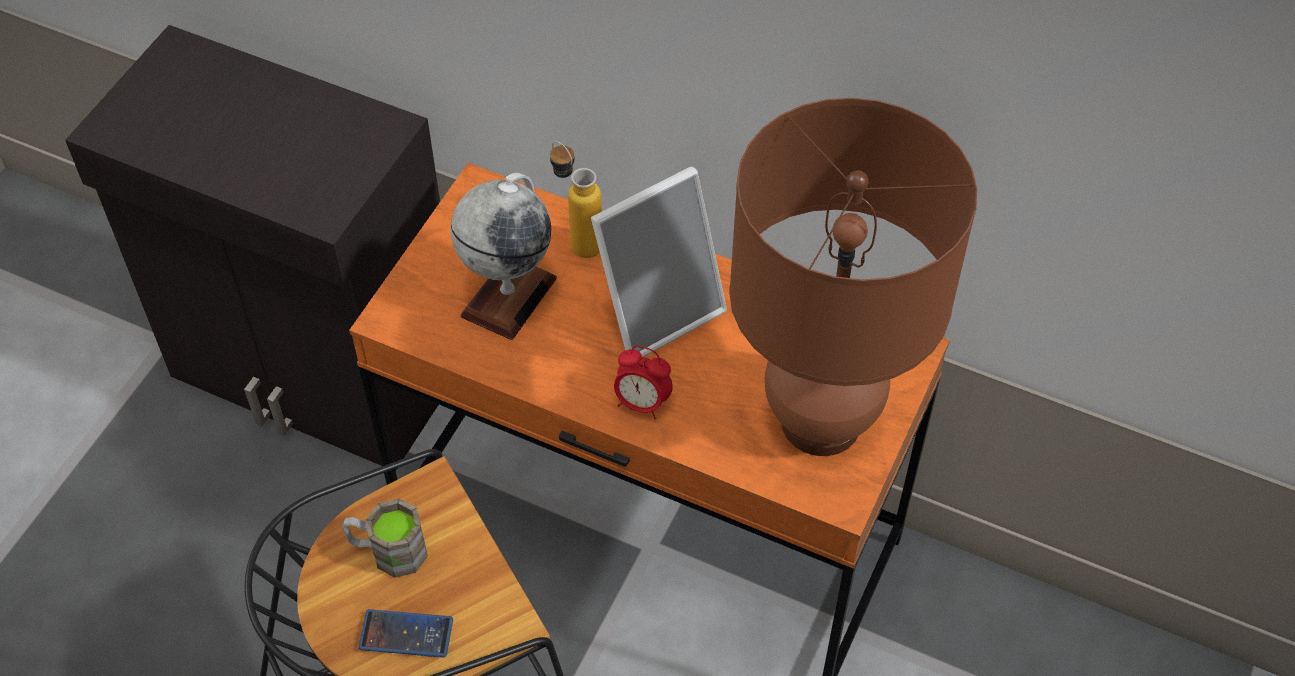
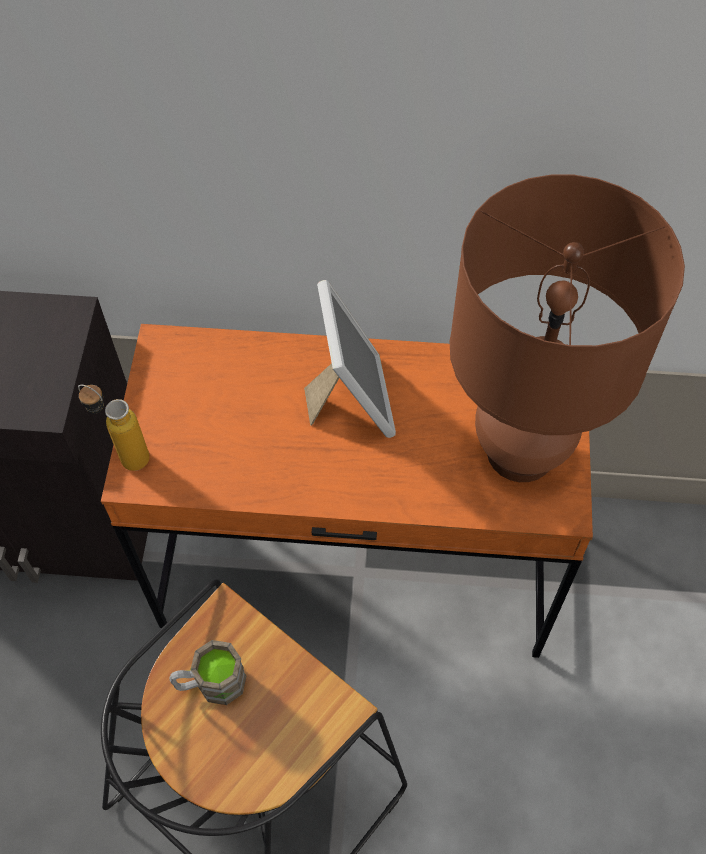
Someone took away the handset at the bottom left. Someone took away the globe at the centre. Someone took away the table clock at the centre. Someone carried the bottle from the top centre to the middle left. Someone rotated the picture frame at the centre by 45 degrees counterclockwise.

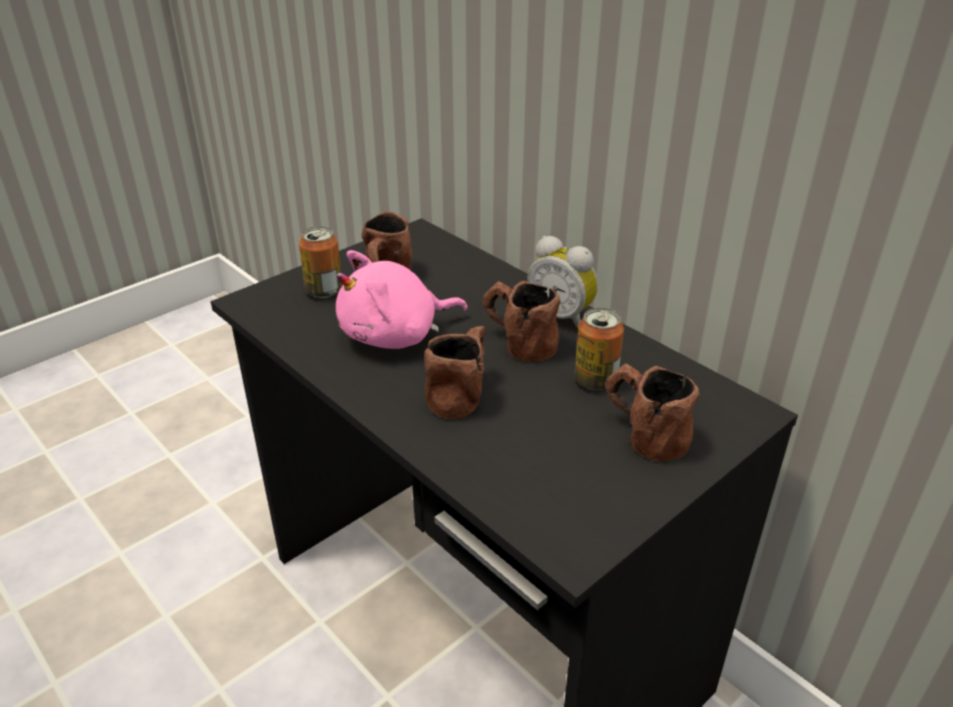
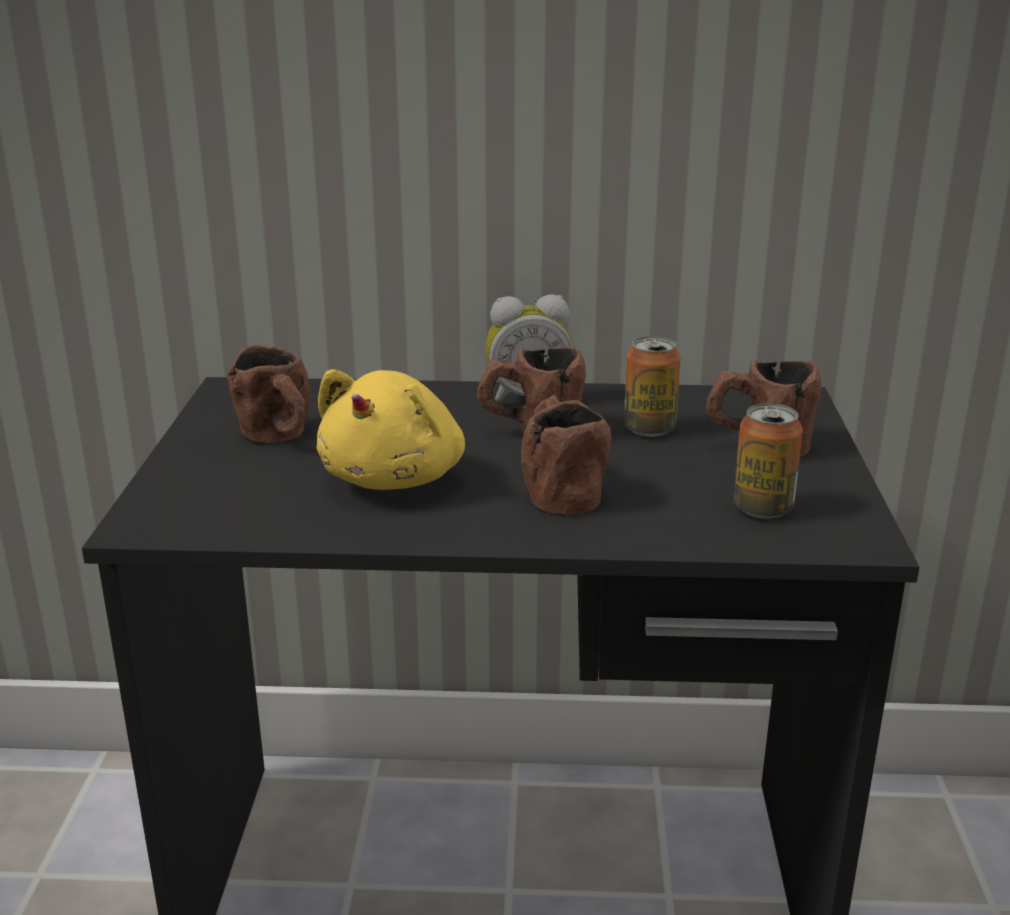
Someone carried the sealed can (no. 1 from left in the first image) from the centre to the middle right. Someone repainted the plush toy/pink-coloured at the centre, which became the plush toy/yellow at the centre.

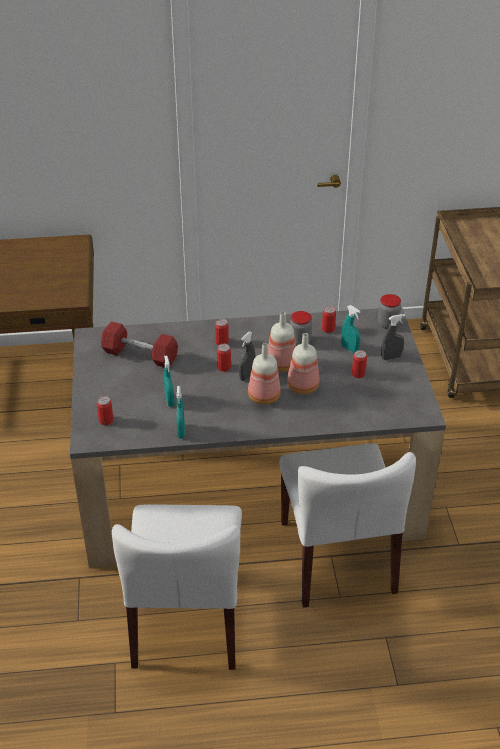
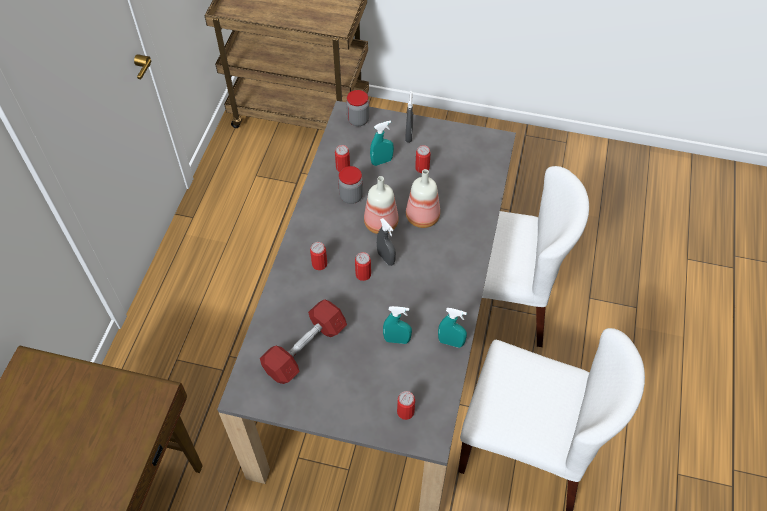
Someone took away the bottle (no. 1 from left) at the centre.

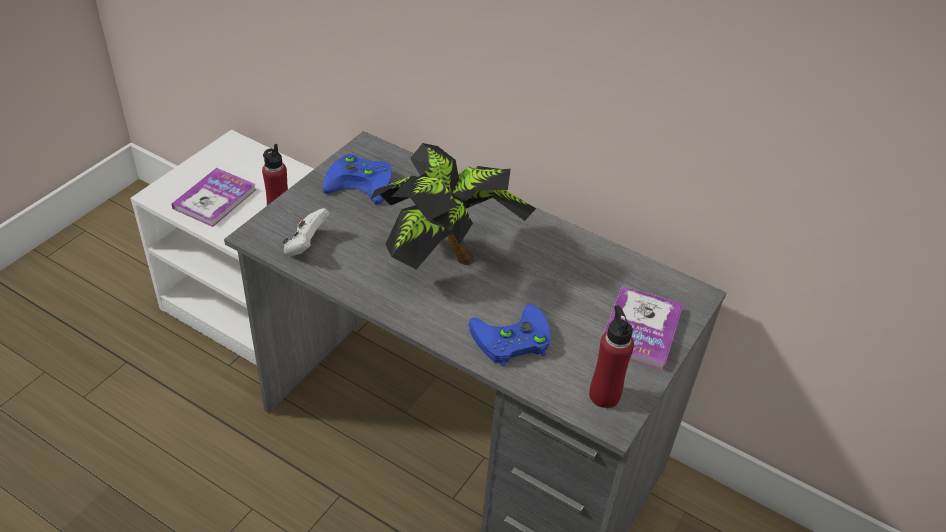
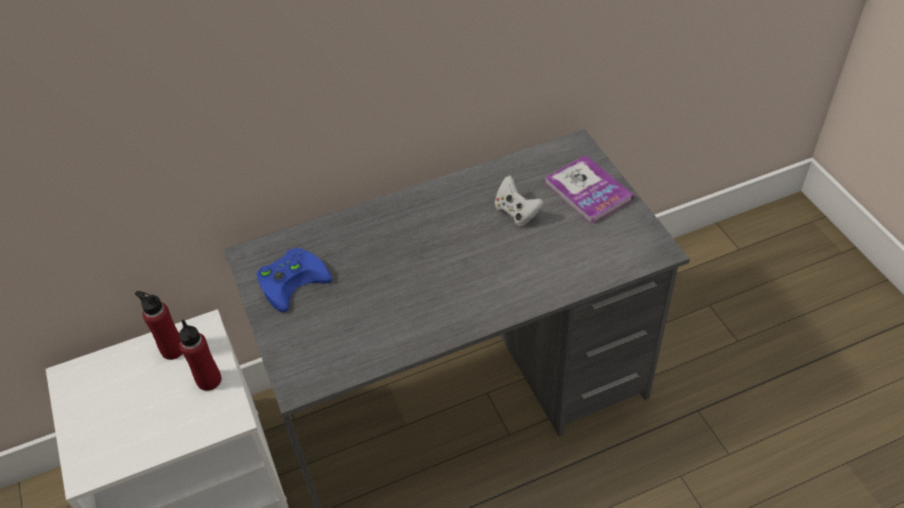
Someone took away the volume (no. 1 from left) at the middle left. Someone took away the plant in a pot at the centre. Someone took away the game controller/blue-coloured (no. 2 from left) at the centre. Someone carried the game controller/white from the middle left to the centre. Someone carried the bottle/reddish (no. 2 from left in the first image) from the bottom centre to the middle left.

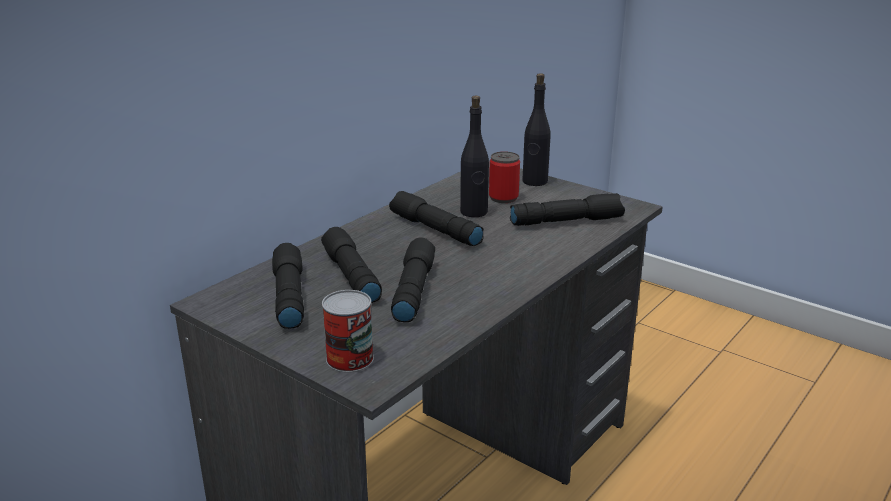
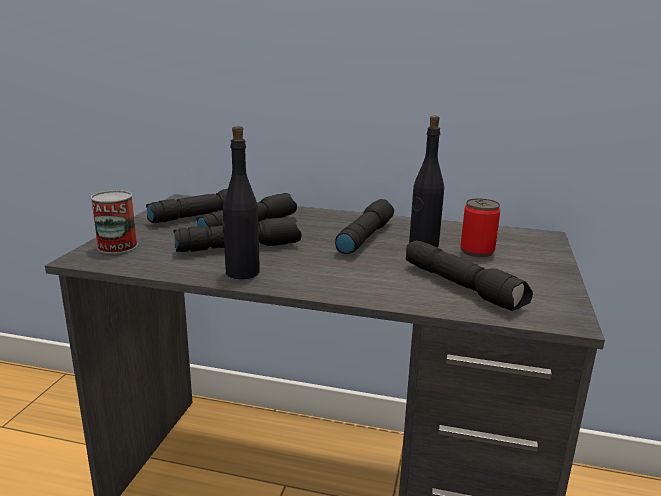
Someone carried the bottle/black (no. 2 from left in the first image) from the top centre to the centre.

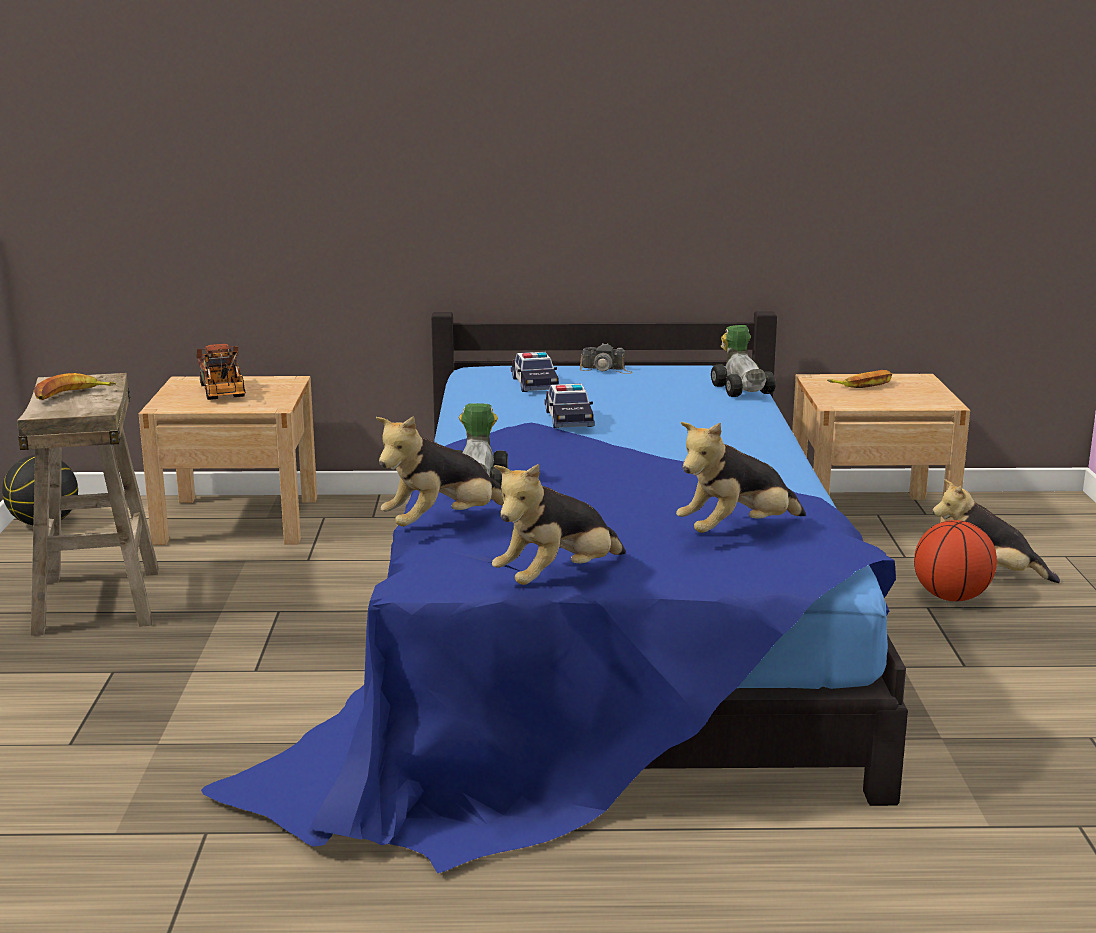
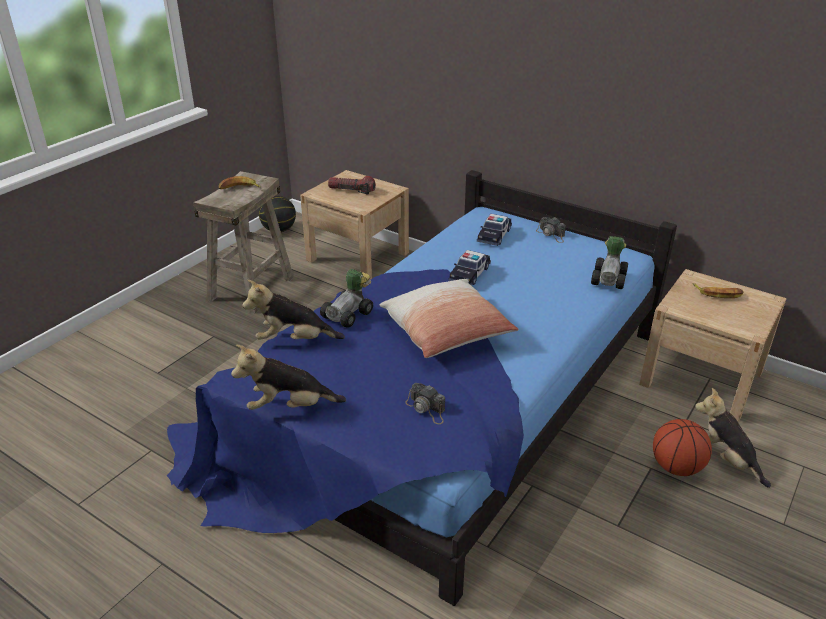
Someone put down the cushion at the centre. Someone swapped the toy truck at the middle left for the hand torch at the top centre. Someone swapped the plush toy (no. 3 from left) at the middle right for the still camera (no. 1 from left) at the centre.

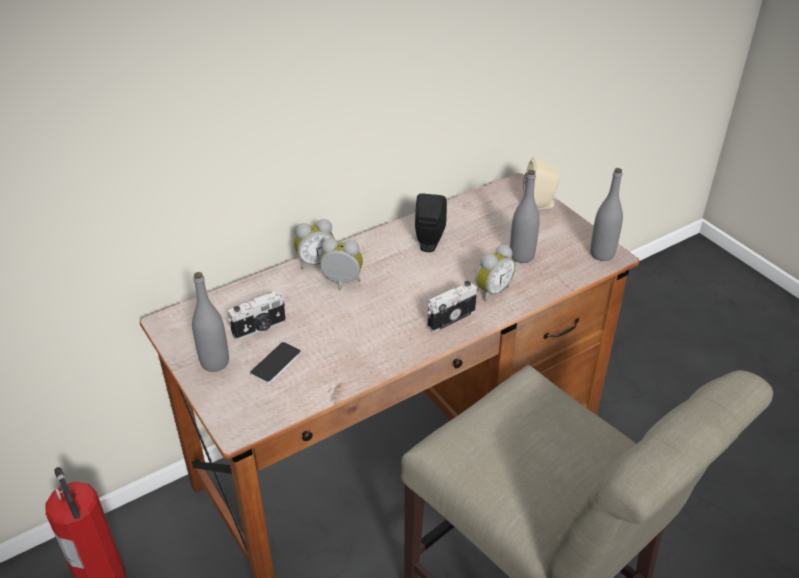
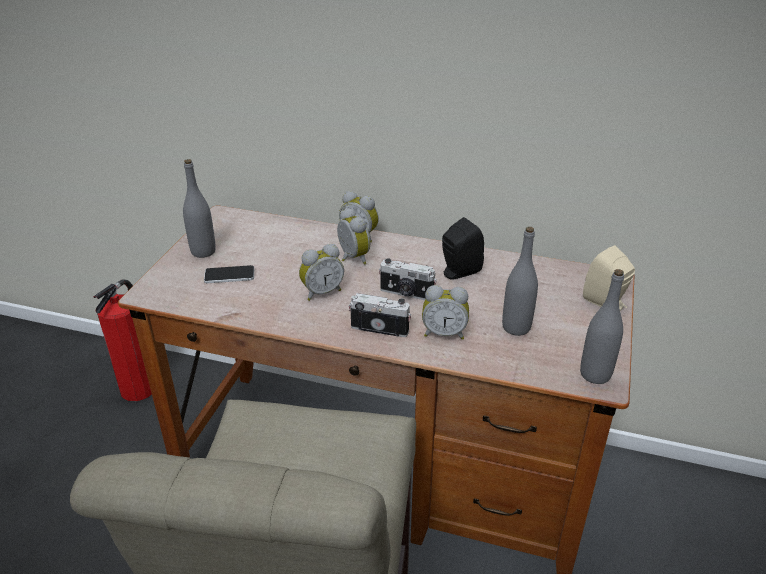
Someone put down the table clock (no. 1 from left) at the centre. Someone carried the still camera (no. 1 from left in the first image) from the middle left to the centre.

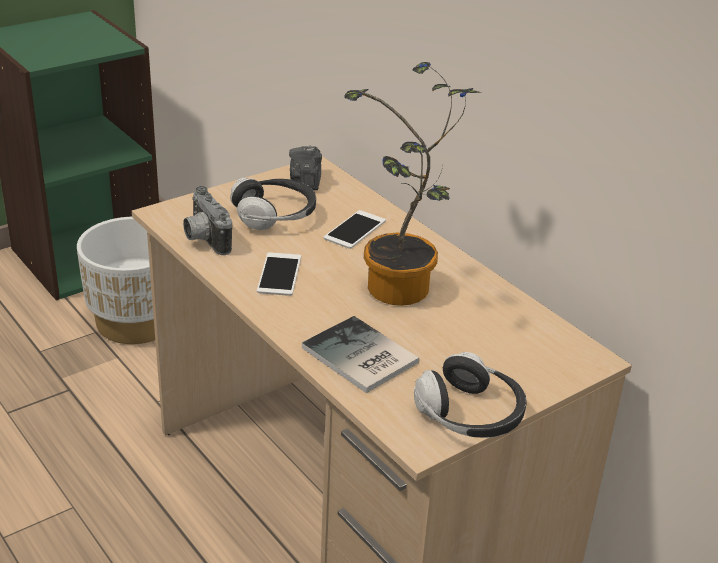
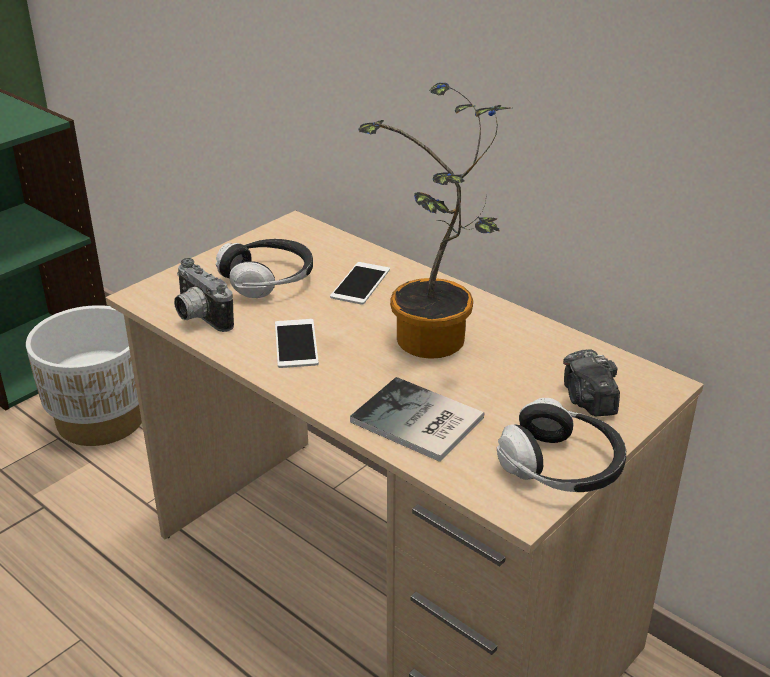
Someone carried the still camera (no. 2 from left) from the top centre to the middle right.

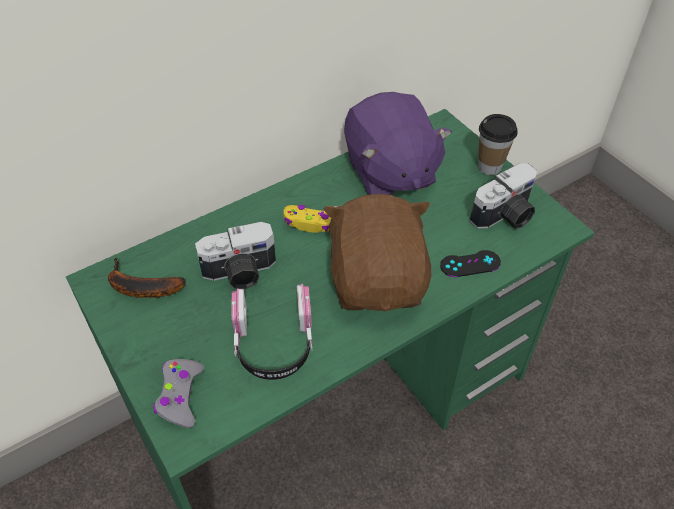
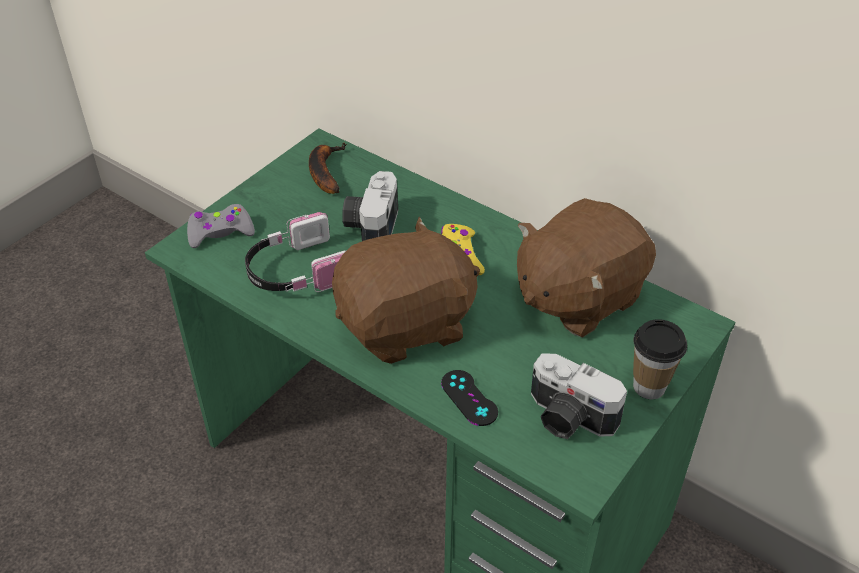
Someone repainted the plush toy/purple at the top centre, which became the plush toy/brown (no. 2 from left) at the middle right. Someone rotated the still camera (no. 1 from left) at the centre by 45 degrees clockwise.

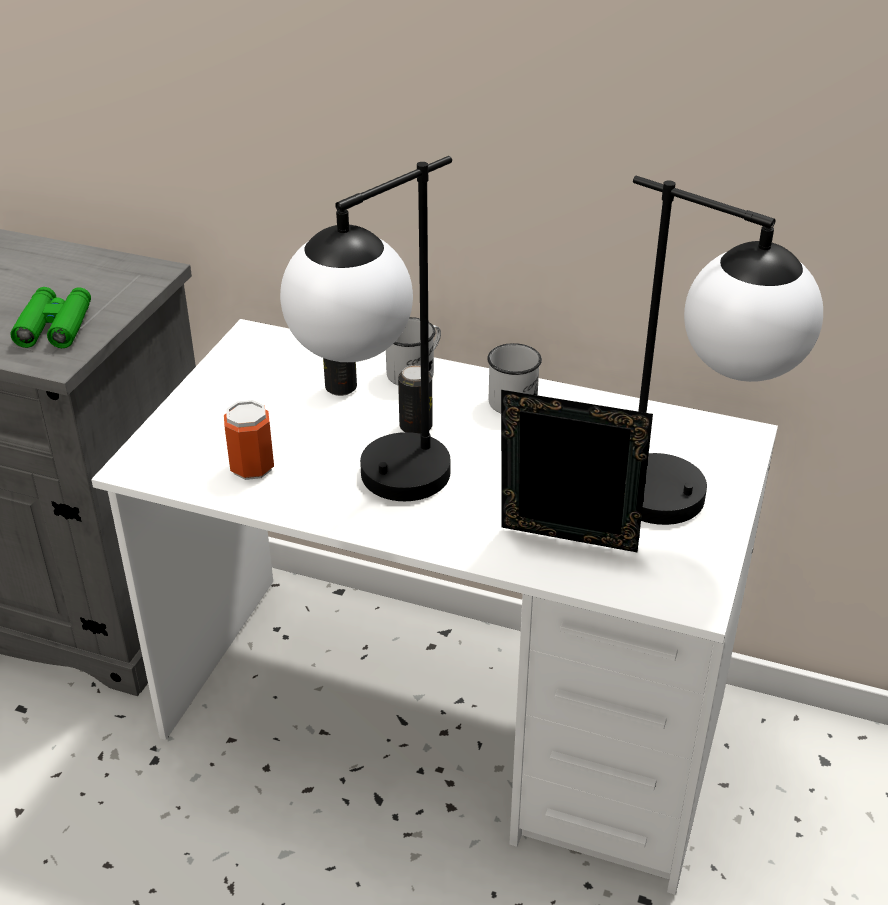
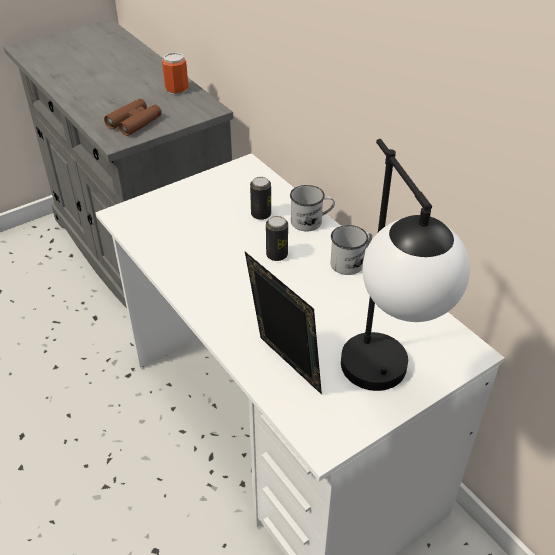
Someone took away the tabletop lamp (no. 1 from left) at the centre. Someone carried the sealed can (no. 1 from left) from the middle left to the top left. Someone repainted the binoculars/greenish at the middle left, which became the binoculars/brown at the top left.

